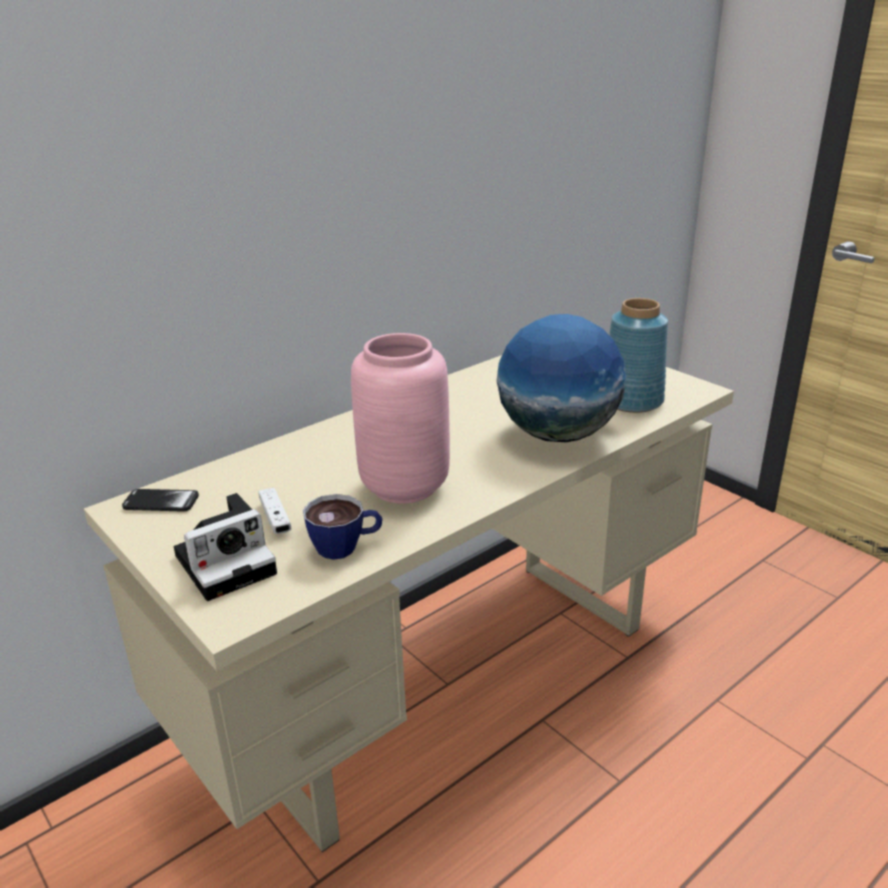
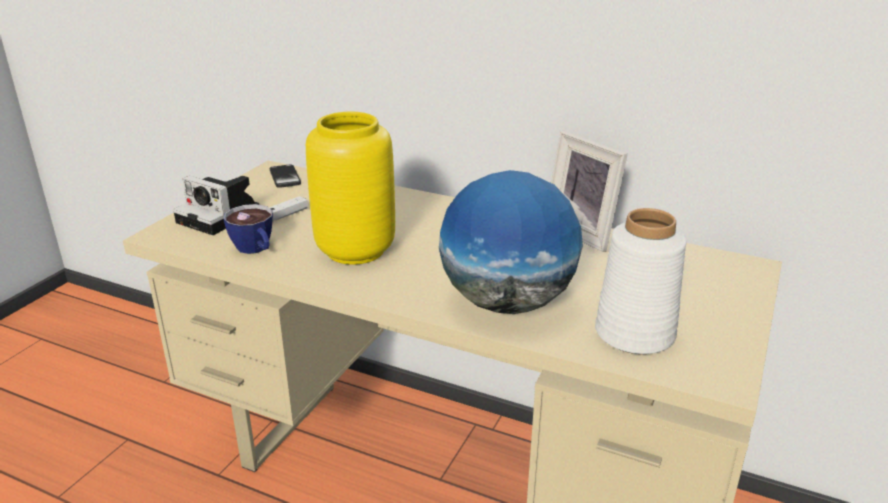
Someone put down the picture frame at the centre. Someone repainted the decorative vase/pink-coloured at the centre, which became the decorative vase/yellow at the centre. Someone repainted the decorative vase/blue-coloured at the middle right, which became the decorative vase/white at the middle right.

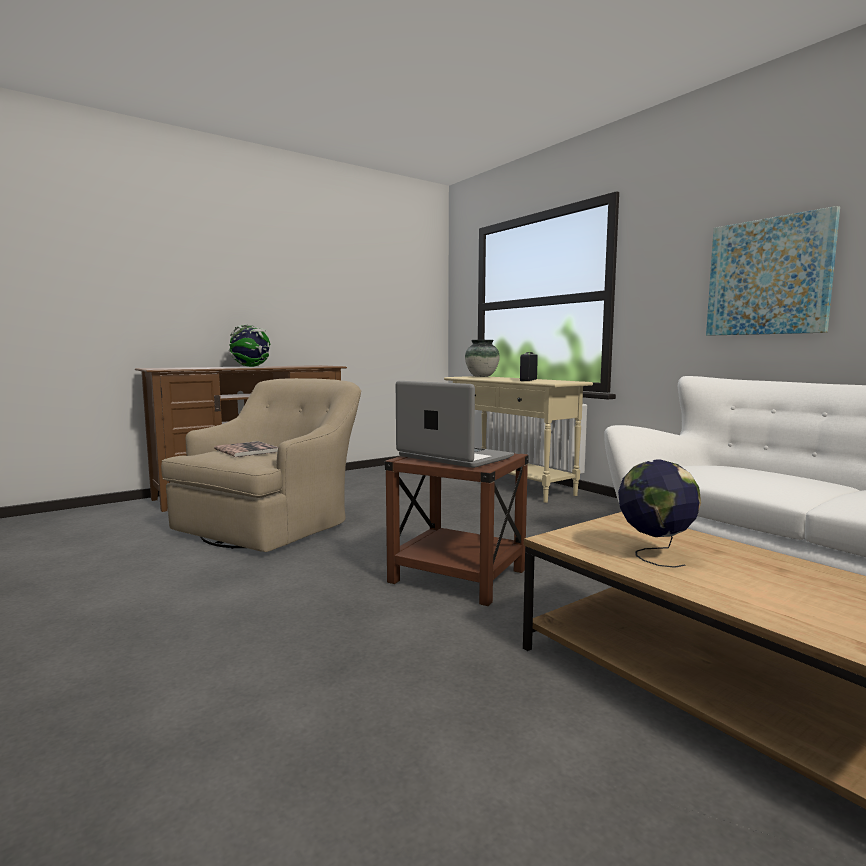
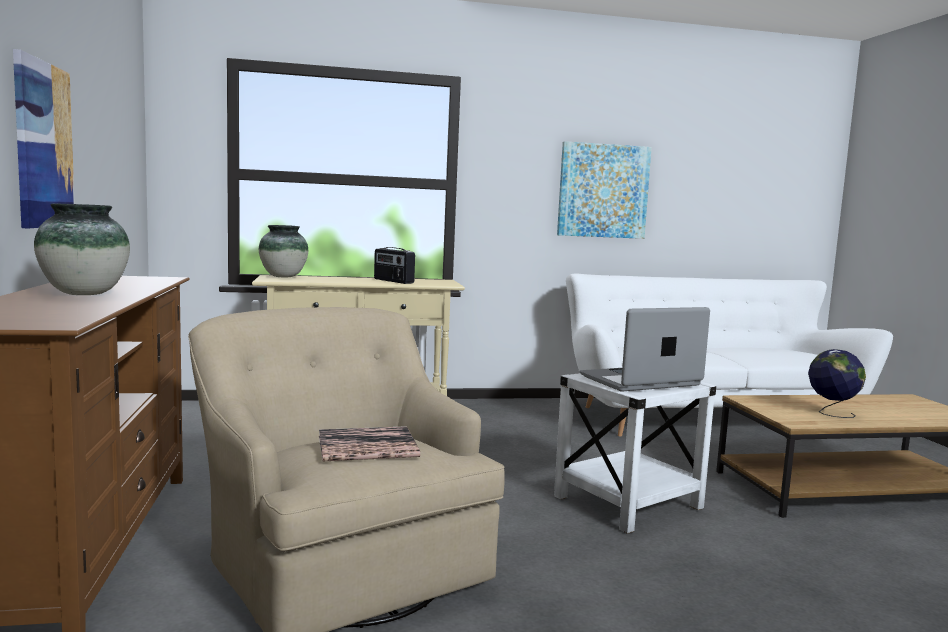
Someone put up the picture (no. 1 from left) at the top left. Someone swapped the globe (no. 1 from left) at the middle left for the decorative vase (no. 1 from left) at the middle left. Someone repainted the end table/brown at the centre, which became the end table/white at the bottom right.

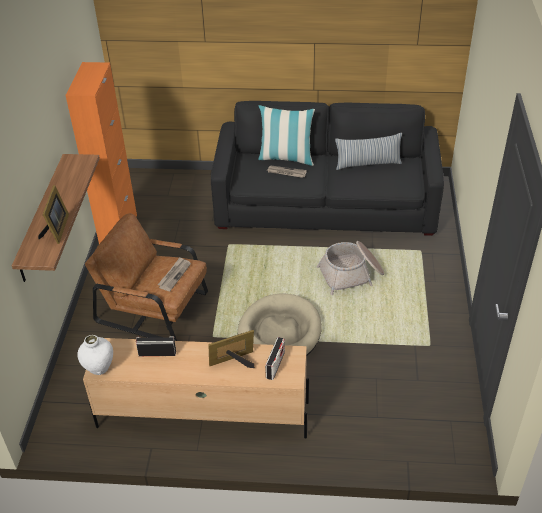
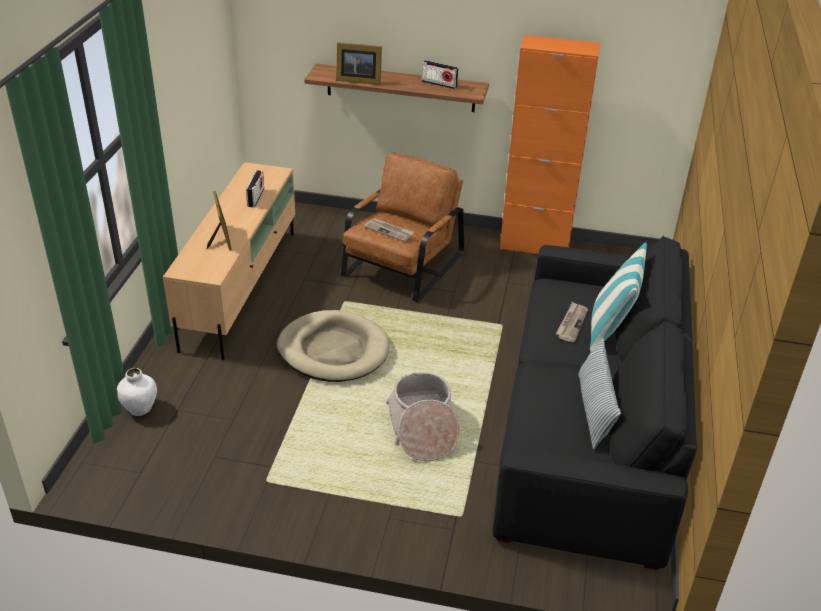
Someone carried the decorative vase/white from the bottom left to the middle left. Someone carried the radio set (no. 2 from left) from the bottom centre to the top centre.

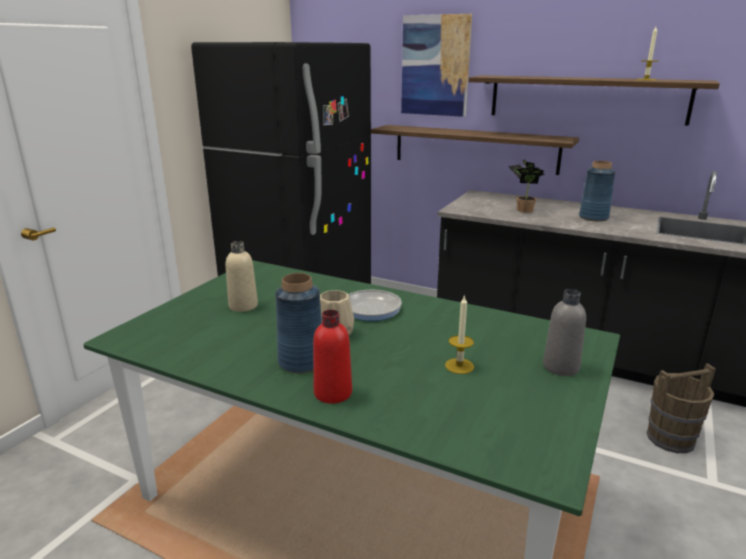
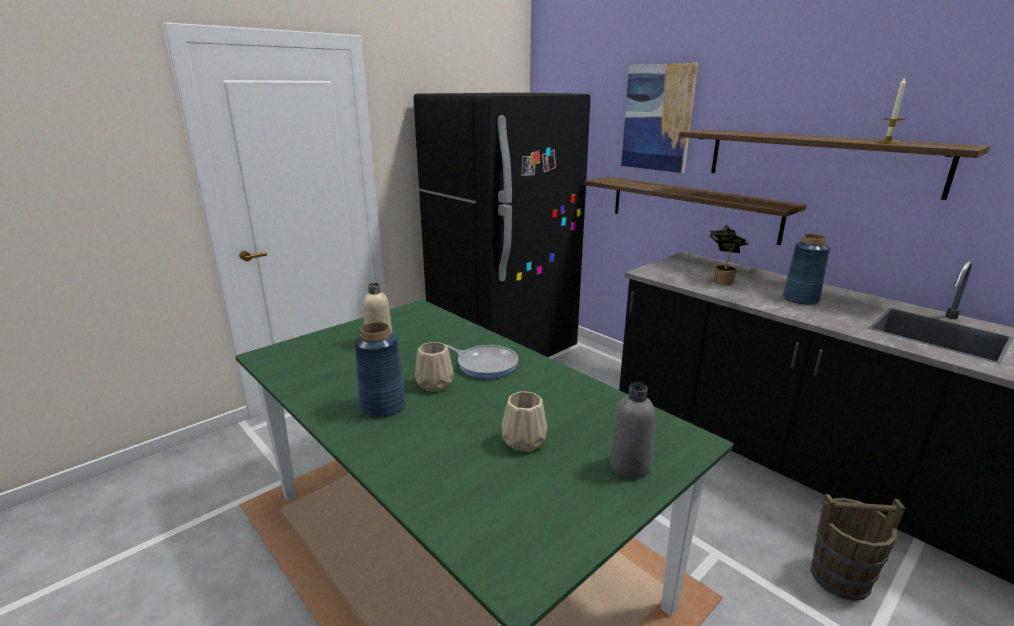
Someone took away the bottle/reddish at the centre. Someone swapped the wax light (no. 1 from left) at the centre for the decorative vase/beige (no. 2 from left) at the bottom centre.

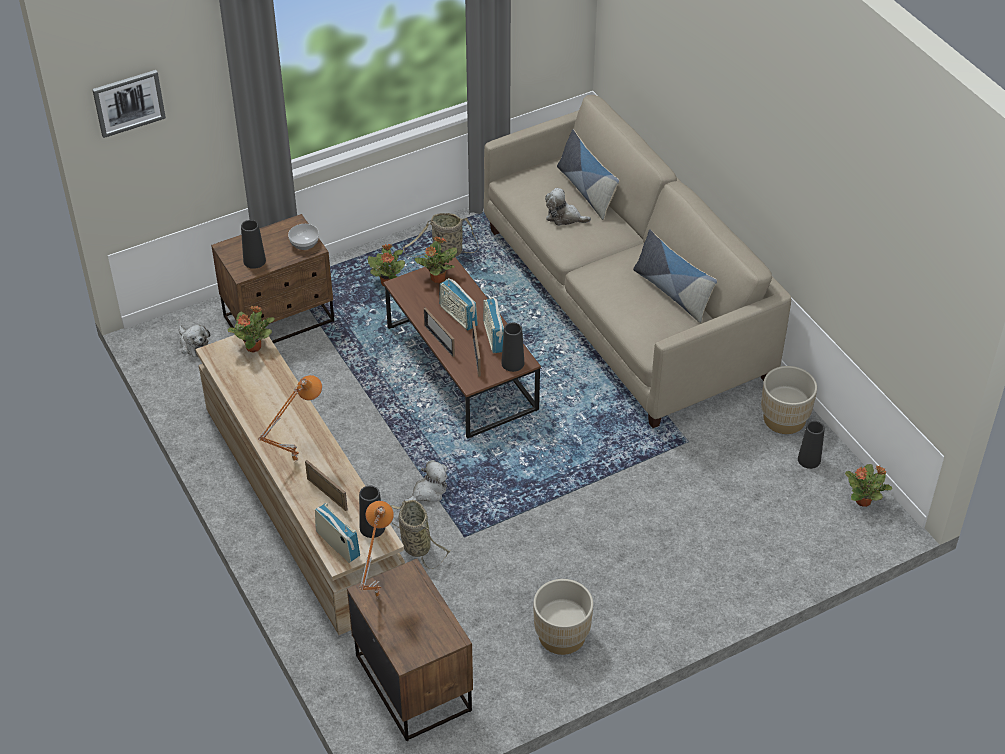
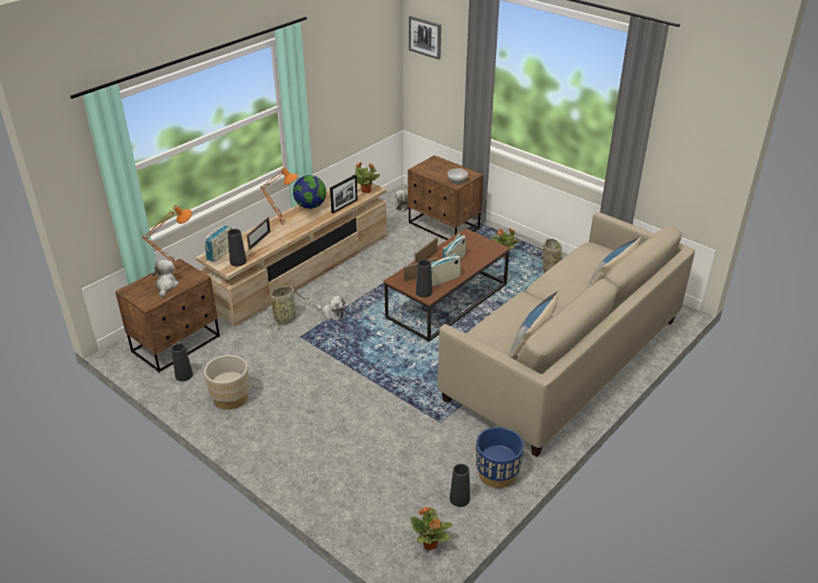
Someone took away the plant in a pot (no. 3 from left) at the centre. Someone put down the globe at the top centre. Someone put down the picture frame (no. 2 from left) at the top centre. Someone carried the decorative vase/black (no. 1 from left) from the top left to the middle left. Someone carried the plush toy (no. 3 from left in the first image) from the top centre to the middle left. Someone repainted the plant pot/beige (no. 2 from left) at the middle right, which became the plant pot/blue-coloured at the bottom centre.

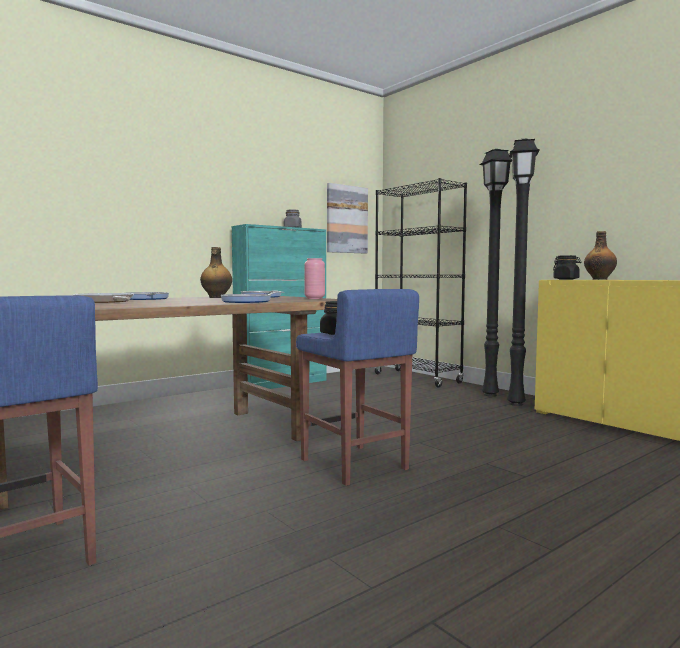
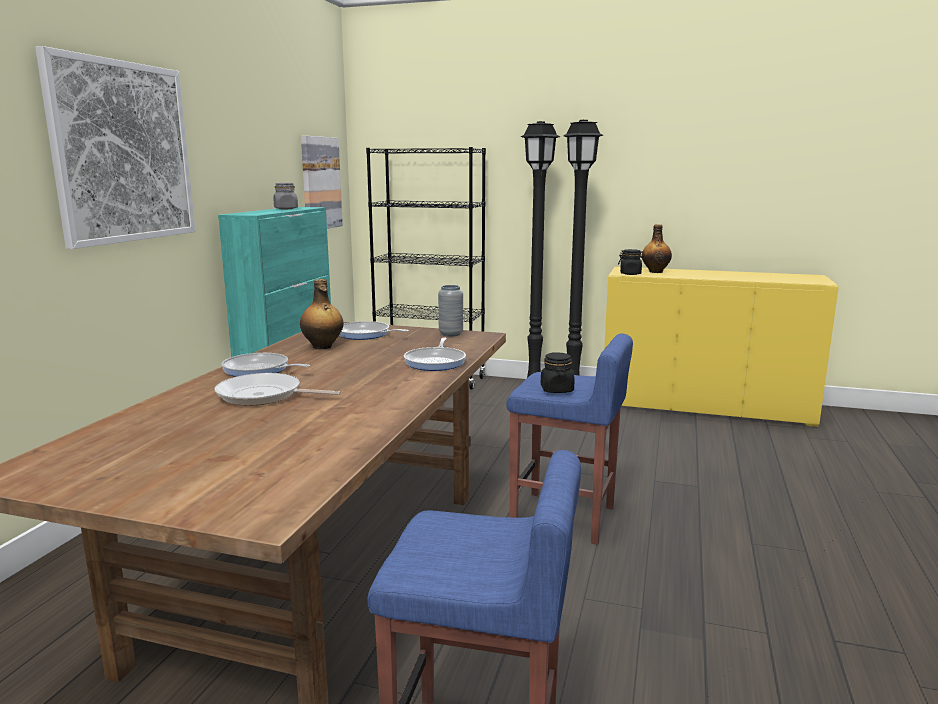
Someone put up the picture (no. 1 from left) at the top left. Someone repainted the decorative vase/pink-coloured at the centre, which became the decorative vase/greyish at the centre.

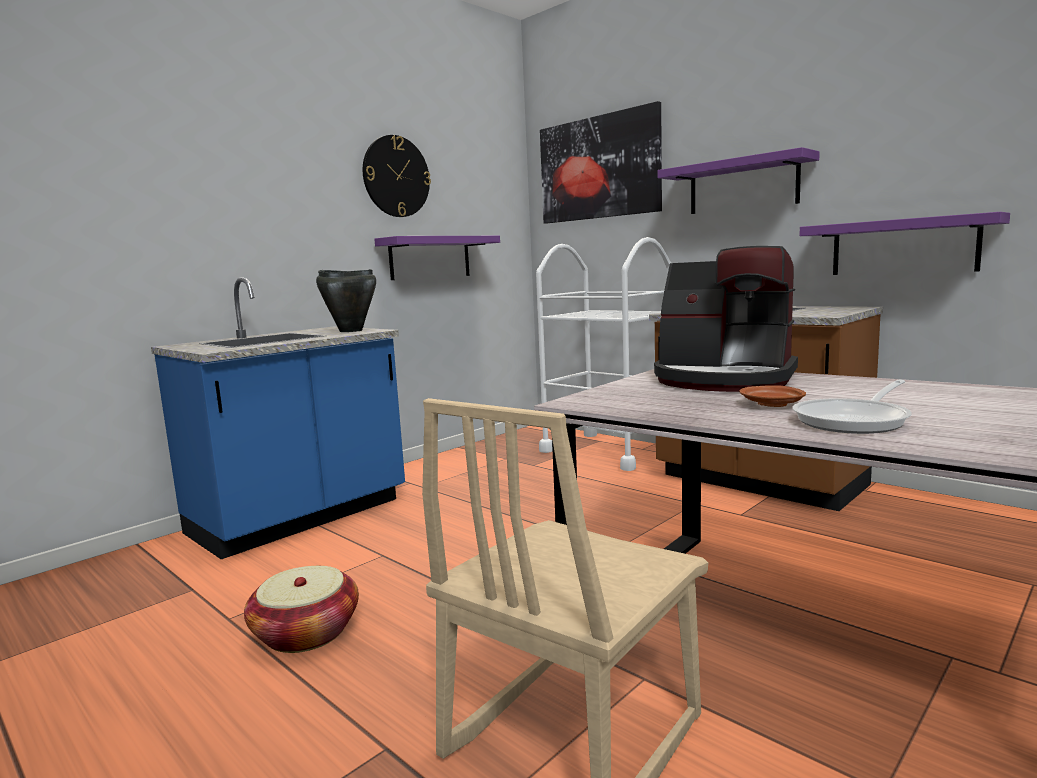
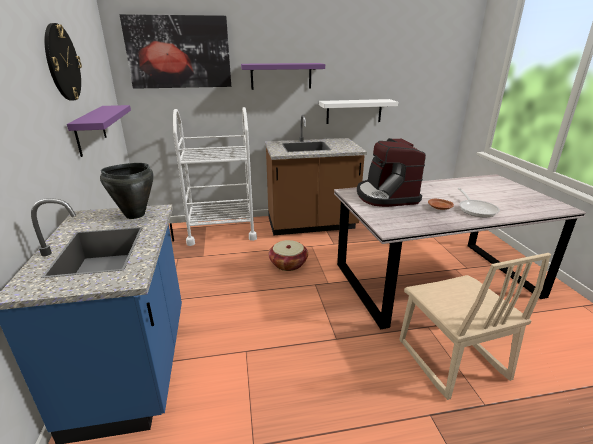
Someone carried the basket from the bottom left to the centre. Someone repainted the wall shelf/purple (no. 3 from left) at the top right, which became the wall shelf/white at the top centre. Someone rotated the coffee machine at the middle right by 105 degrees clockwise.

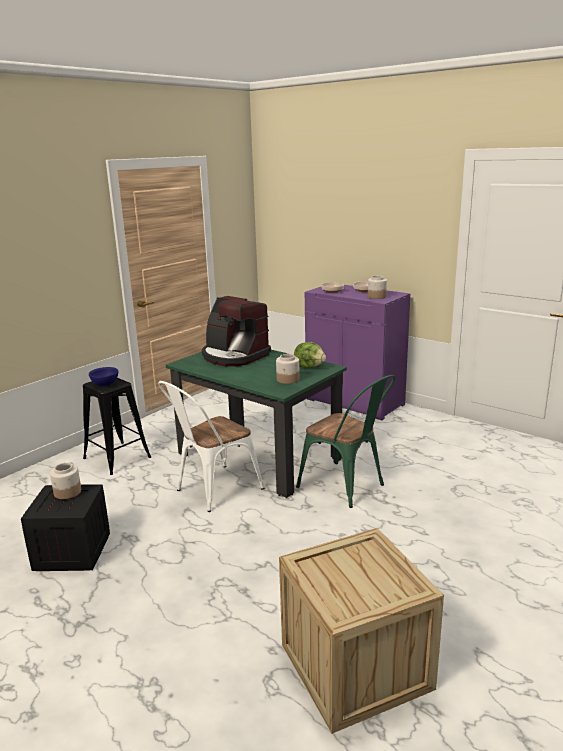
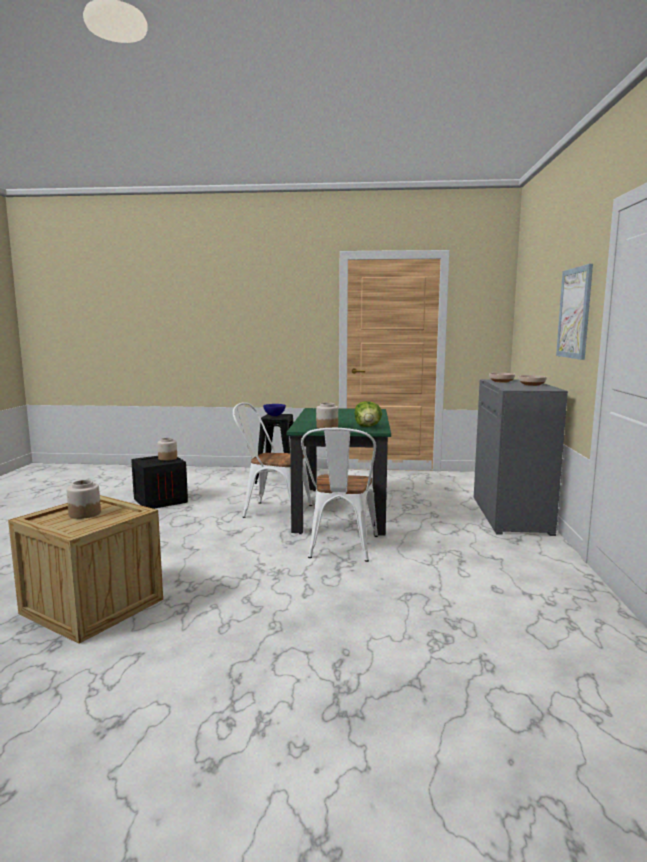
Someone took away the coffee machine at the centre. Someone put up the picture at the middle right. Someone carried the jar (no. 3 from left in the first image) from the middle right to the middle left. Someone repainted the chair/greenish at the centre, which became the chair/white (no. 2 from left) at the centre. Someone repainted the storage cabinet/purple at the centre, which became the storage cabinet/greyish at the middle right.

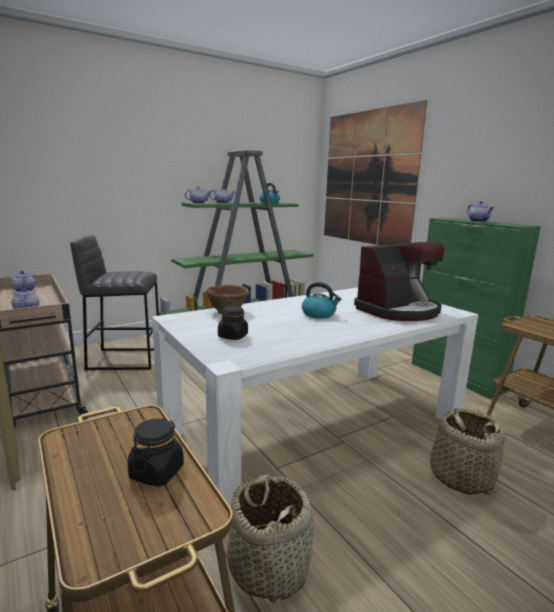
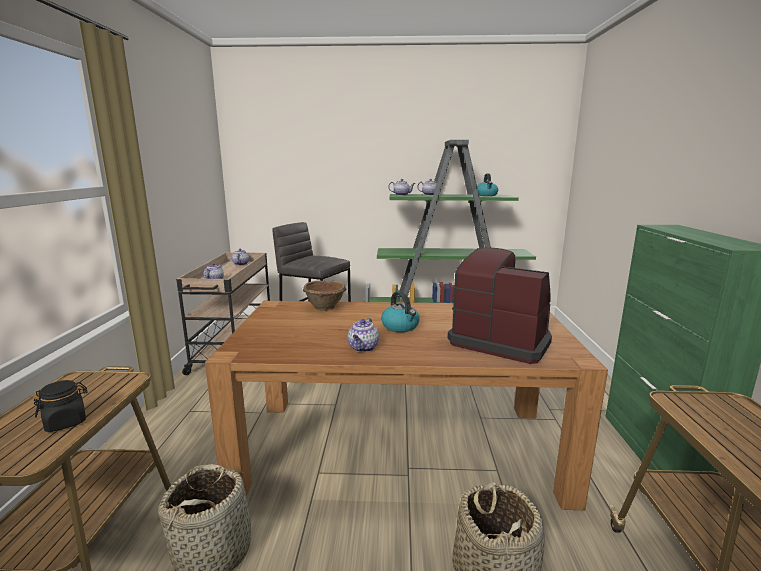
Someone took away the jar/black (no. 2 from left) at the centre. Someone took away the picture at the top right. Someone carried the tea pot (no. 5 from left in the first image) from the middle right to the centre. Someone repainted the kitchen table/white at the centre, which became the kitchen table/brown at the bottom centre. Someone rotated the coffee machine at the middle right by 150 degrees counterclockwise.

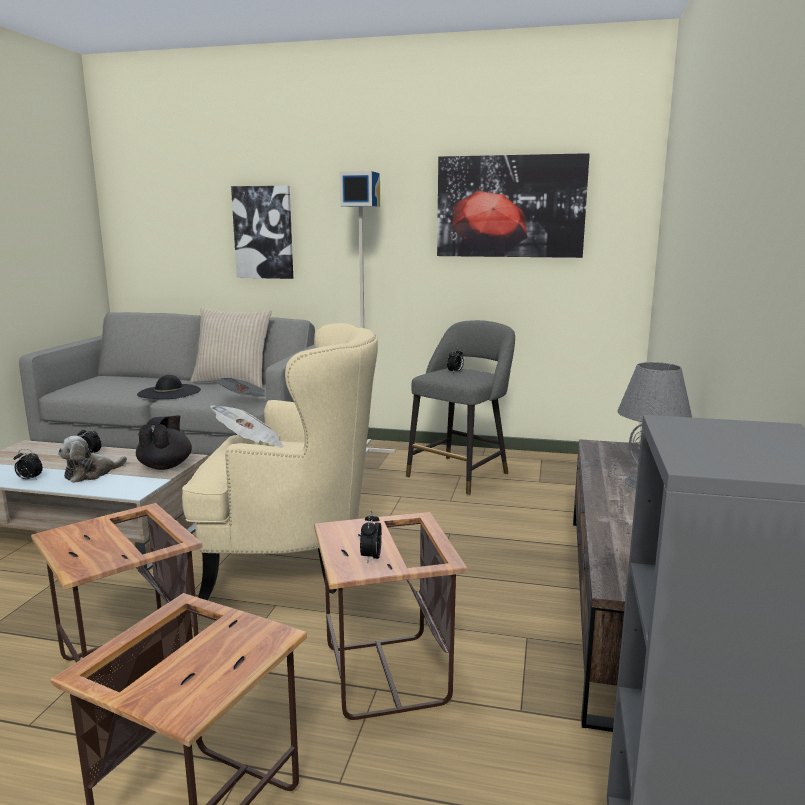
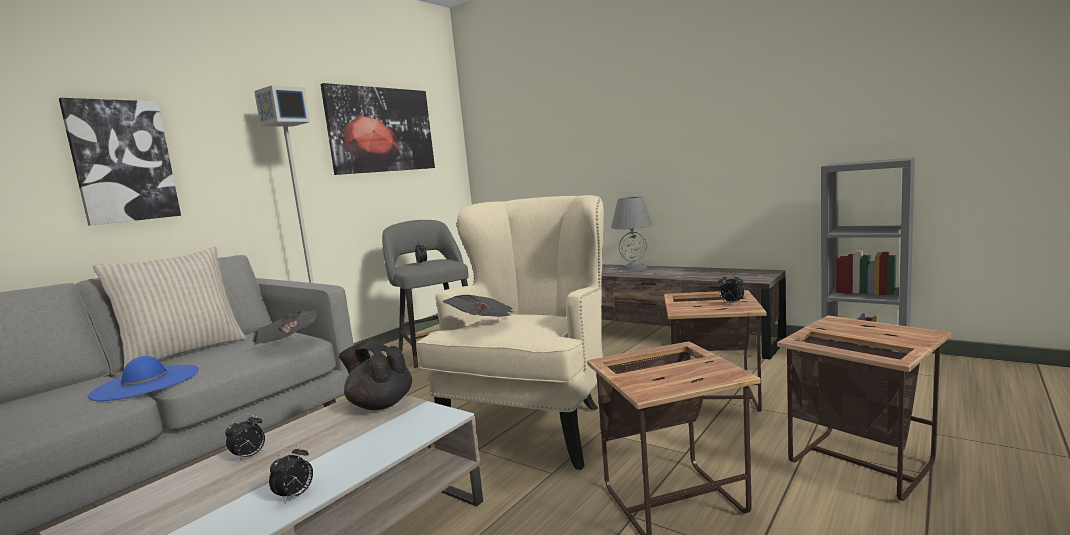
Someone took away the plush toy at the middle left. Someone repainted the hat/black at the middle left, which became the hat/blue-coloured at the bottom left.

